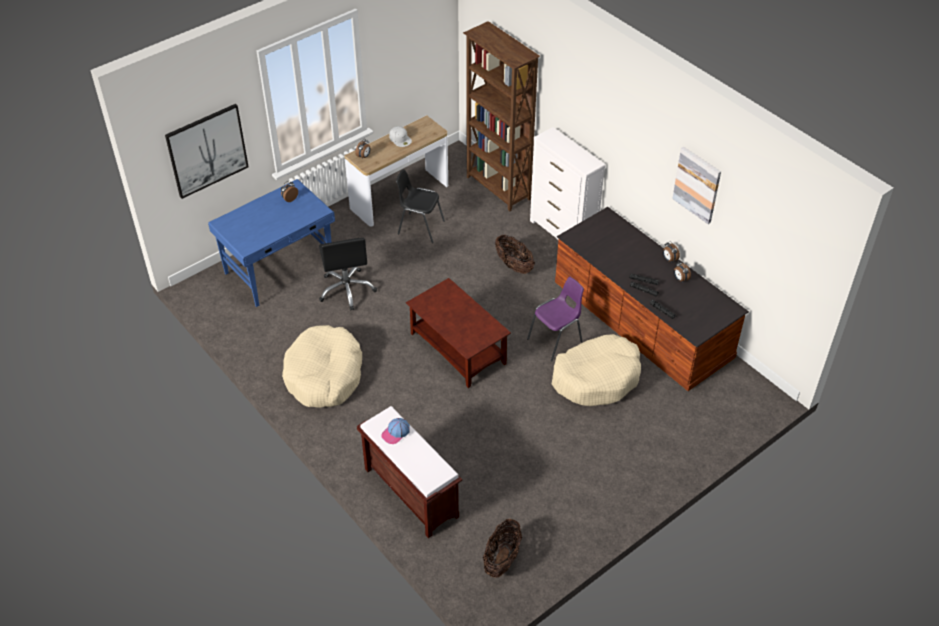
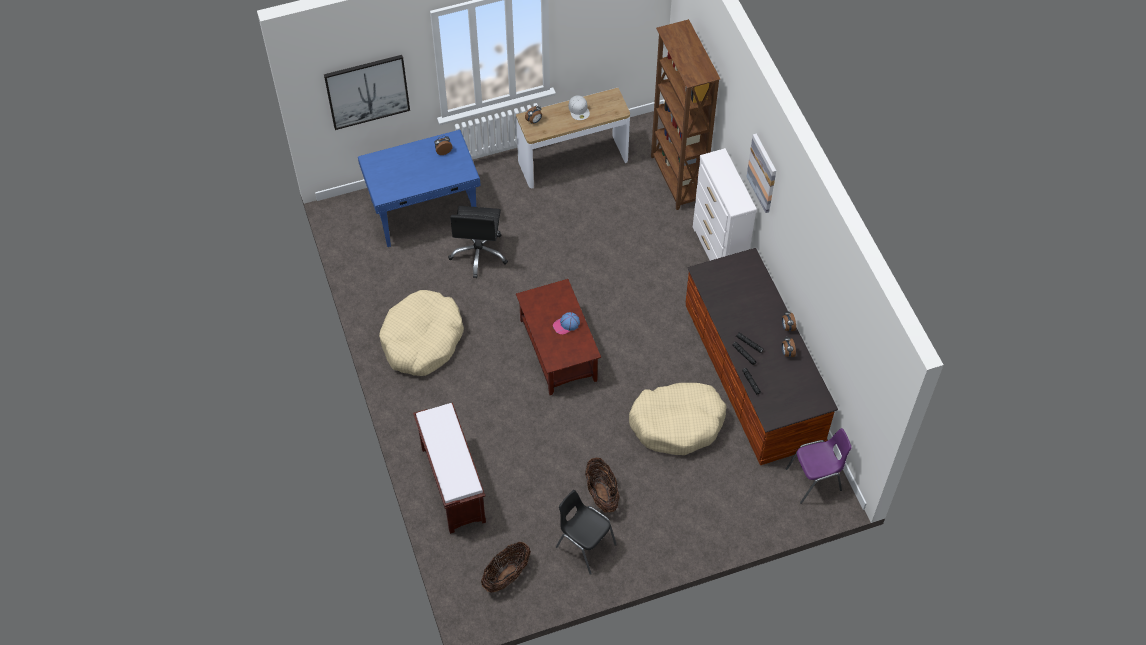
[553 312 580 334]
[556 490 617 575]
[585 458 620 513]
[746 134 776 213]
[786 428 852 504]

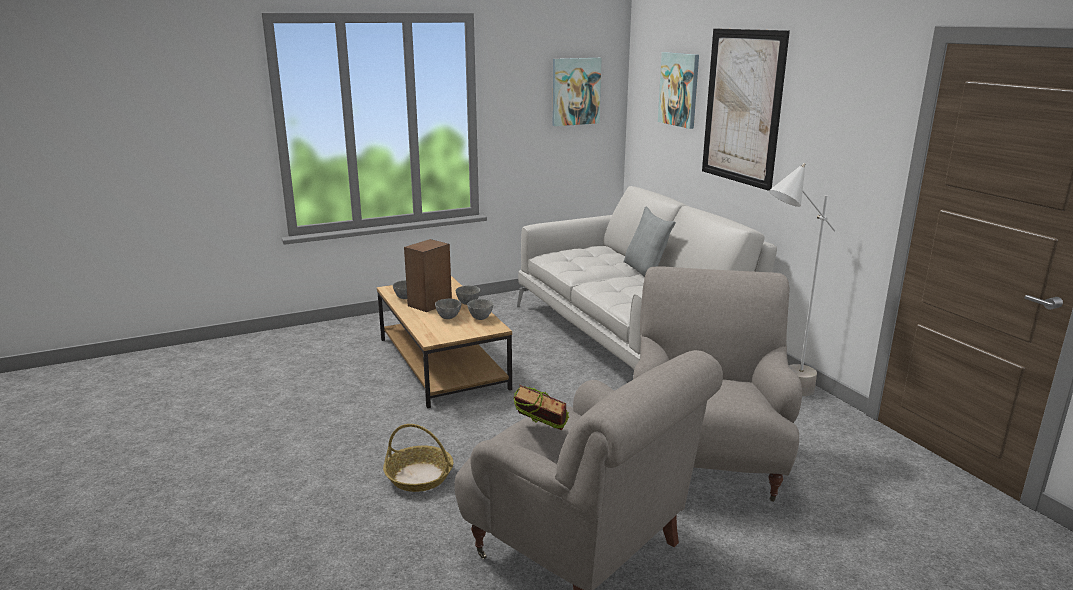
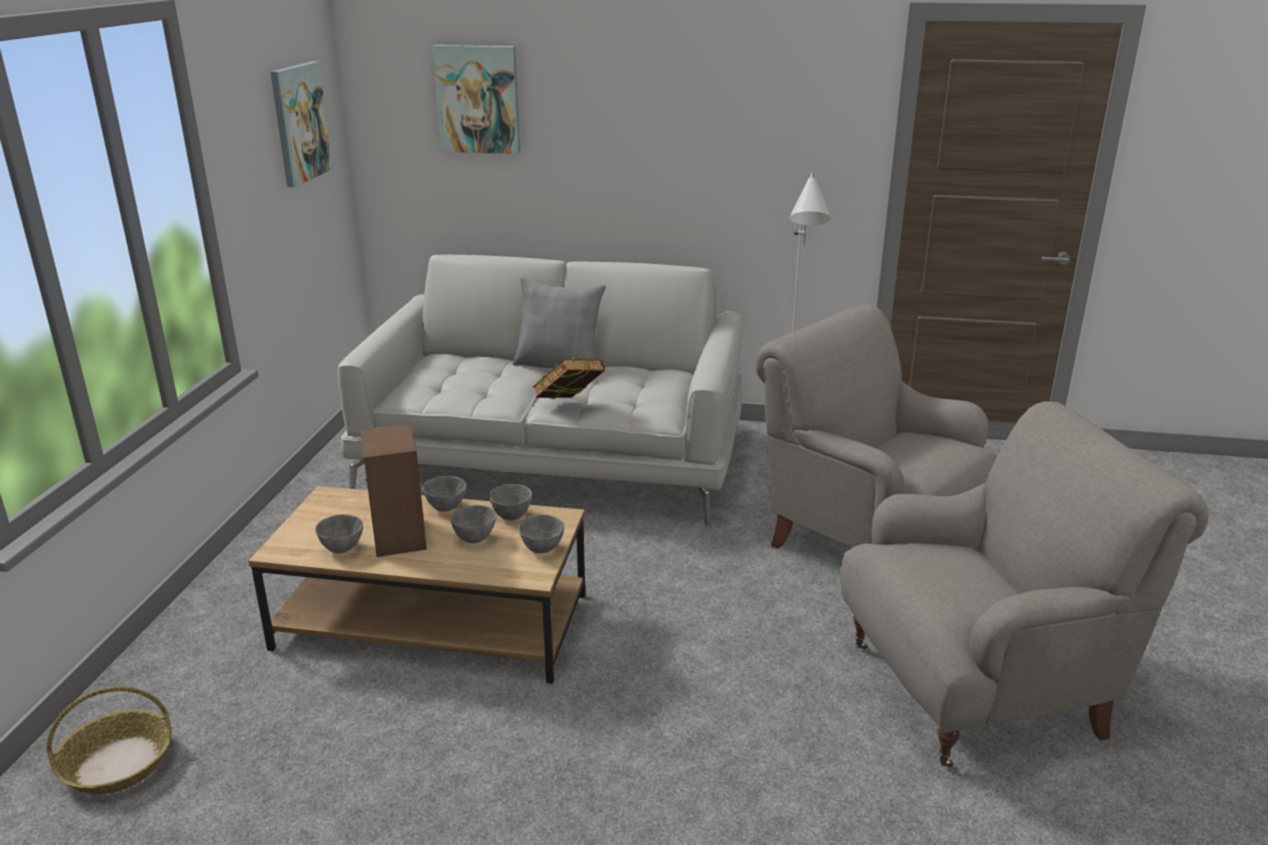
[47 686 172 794]
[519 514 564 553]
[533 357 605 399]
[702 28 790 191] (first image)

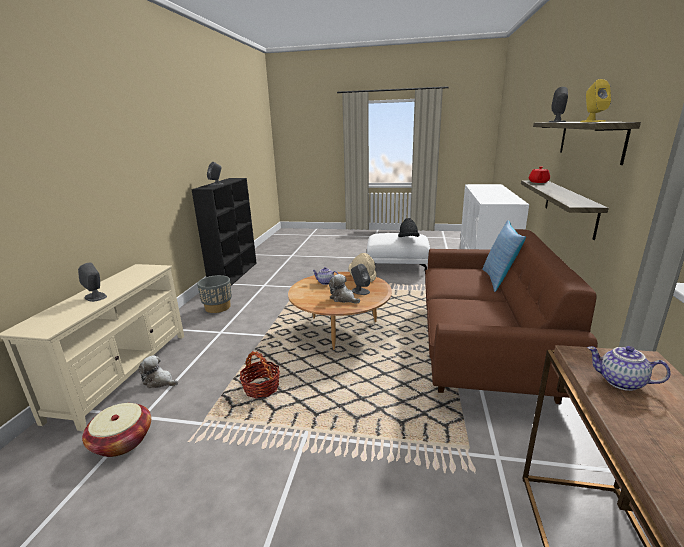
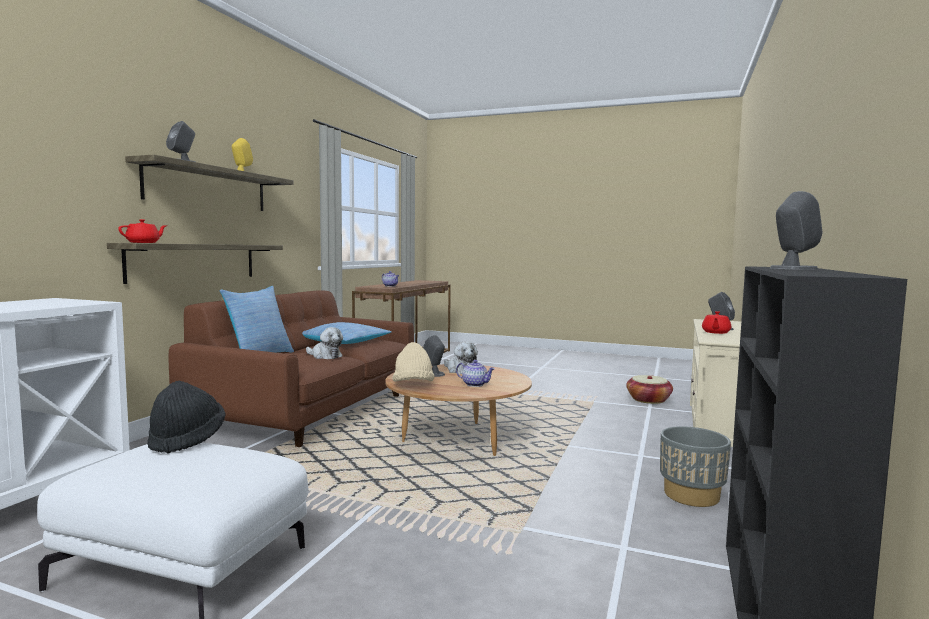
[302 322 392 344]
[306 327 343 359]
[702 311 731 334]
[240 351 280 399] (first image)

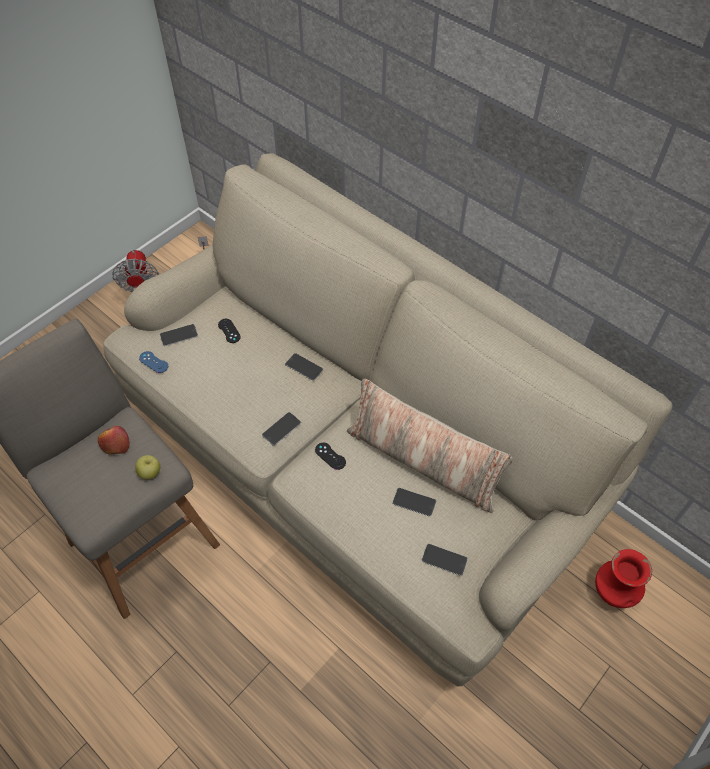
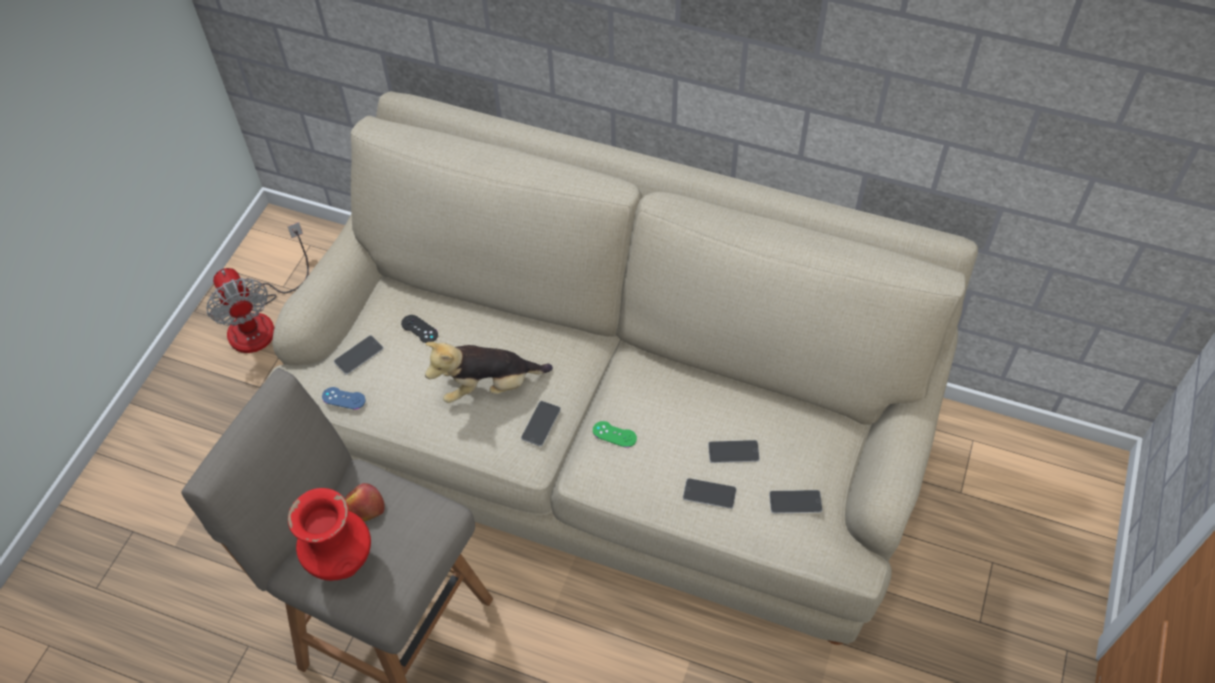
[288 488 371 581]
[425 341 553 403]
[593 421 637 448]
[683 478 736 509]
[135 455 160 480] (first image)
[347 379 513 513] (first image)

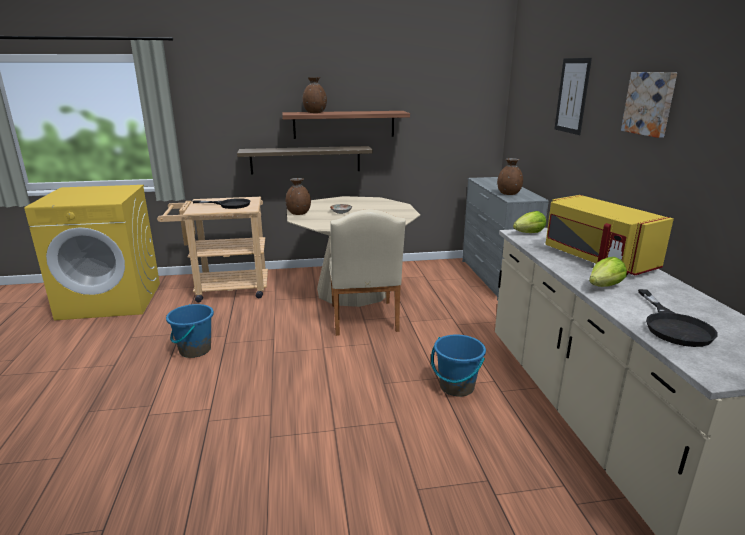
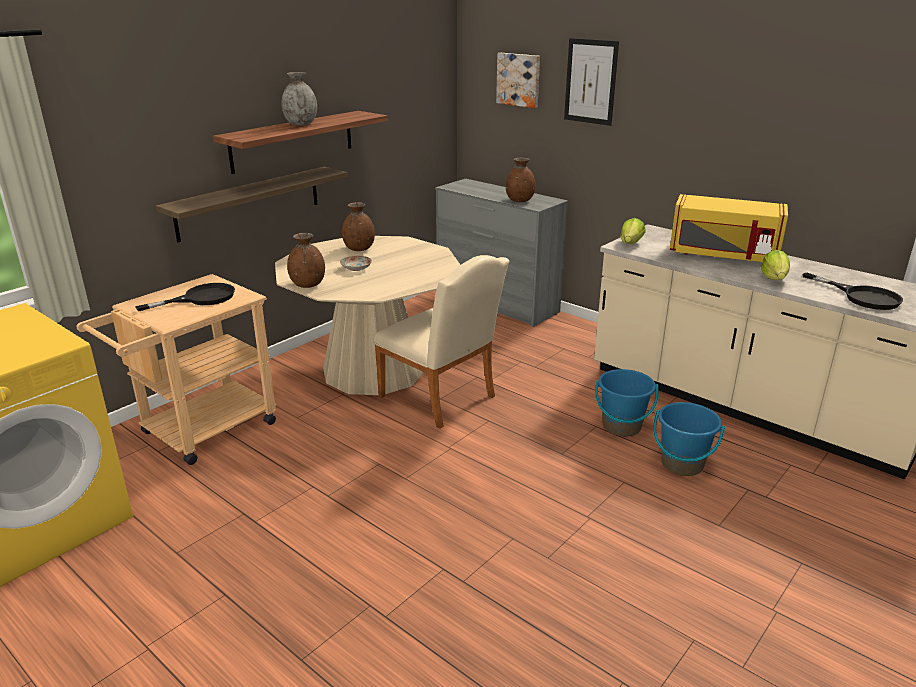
[281 72 317 125]
[342 202 375 251]
[496 53 540 108]
[653 402 725 476]

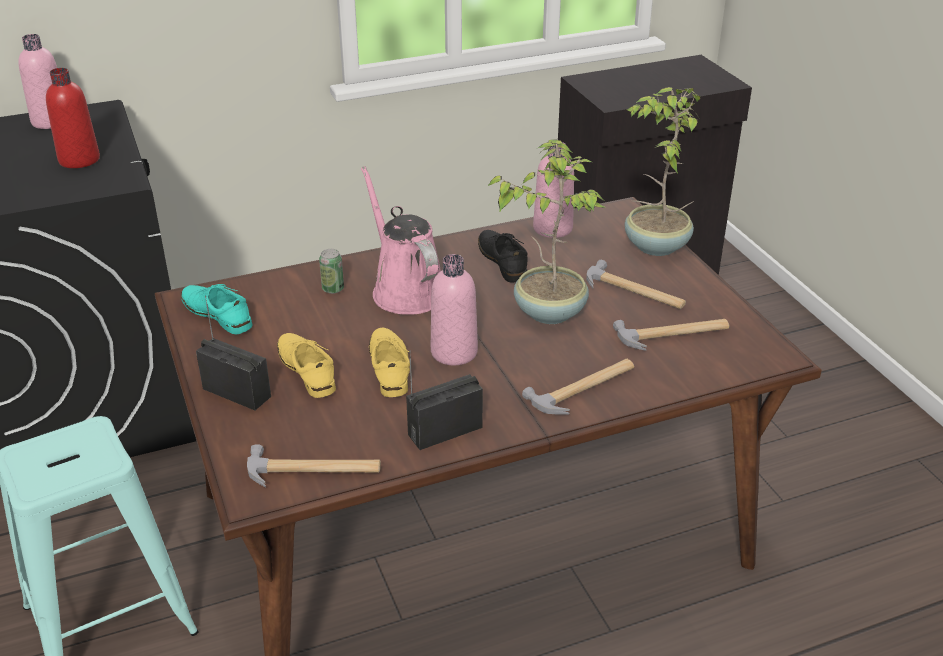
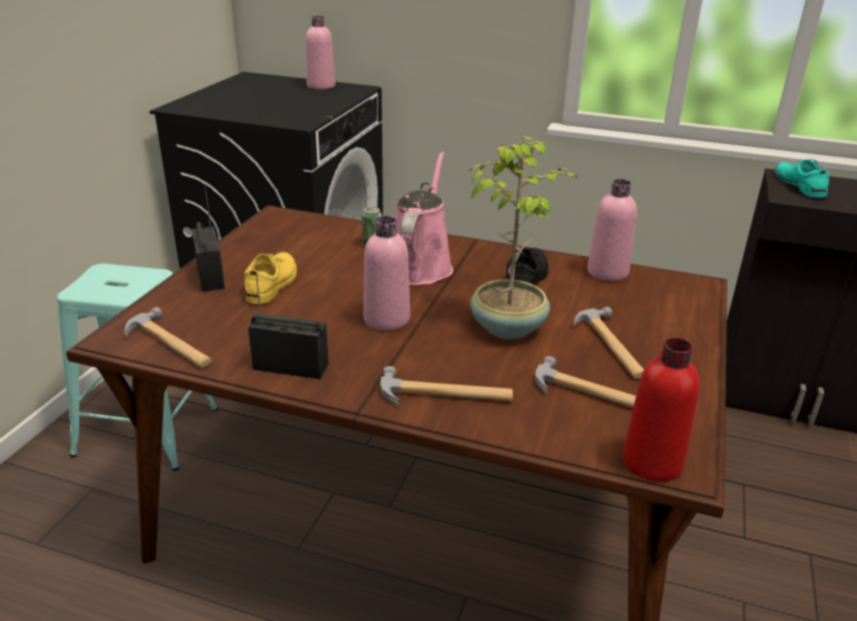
[623 338 700 482]
[775 159 830 198]
[369 328 410 397] (first image)
[624 87 700 256] (first image)

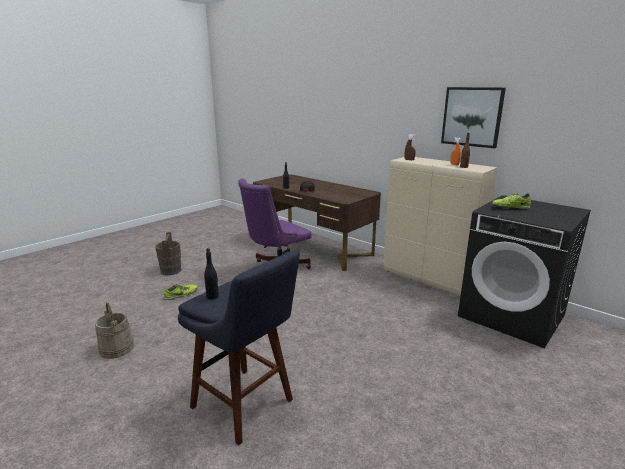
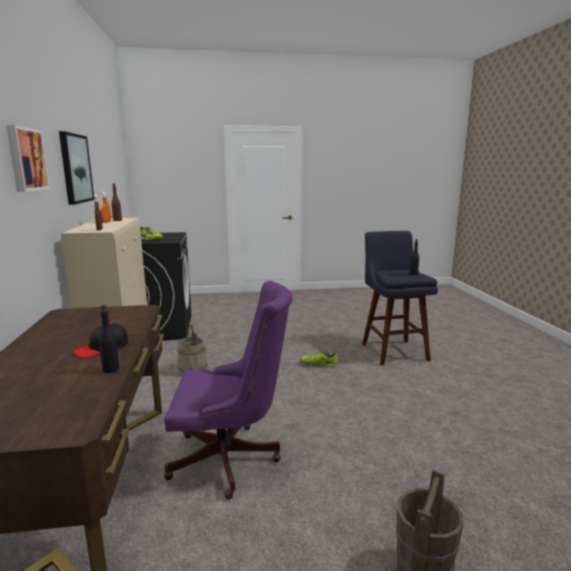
[6 125 50 192]
[177 325 208 376]
[300 351 338 367]

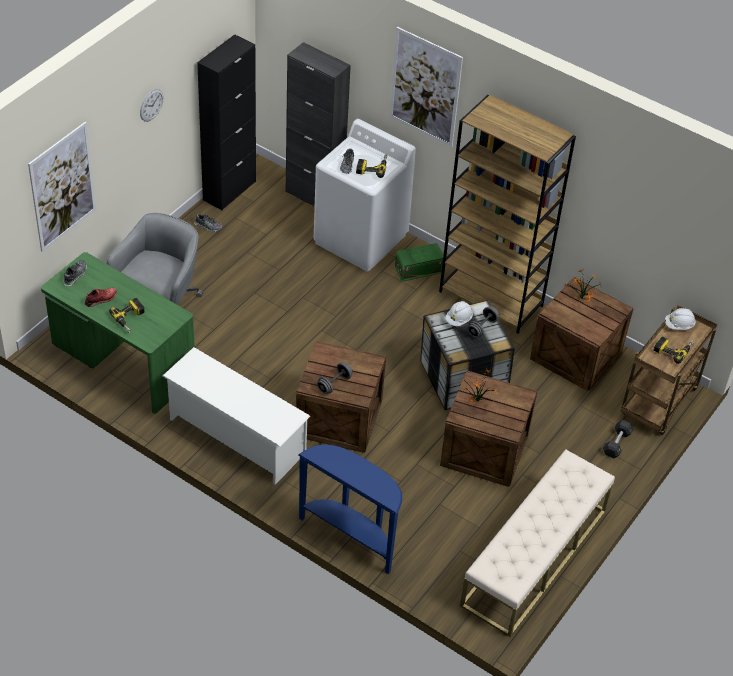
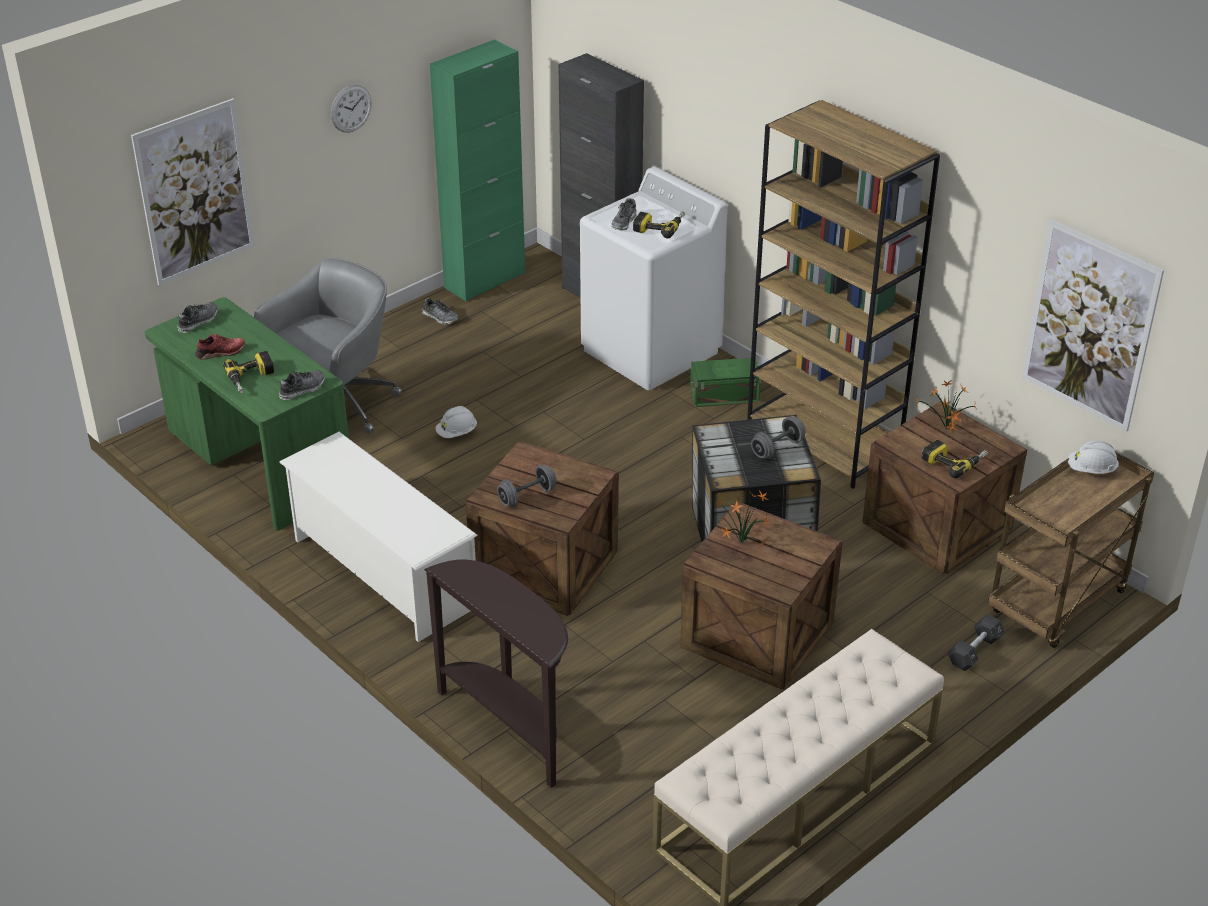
[279 370 325 400]
[424 560 568 788]
[430 40 525 301]
[435 406 477 438]
[922 440 988 478]
[1022 219 1164 432]

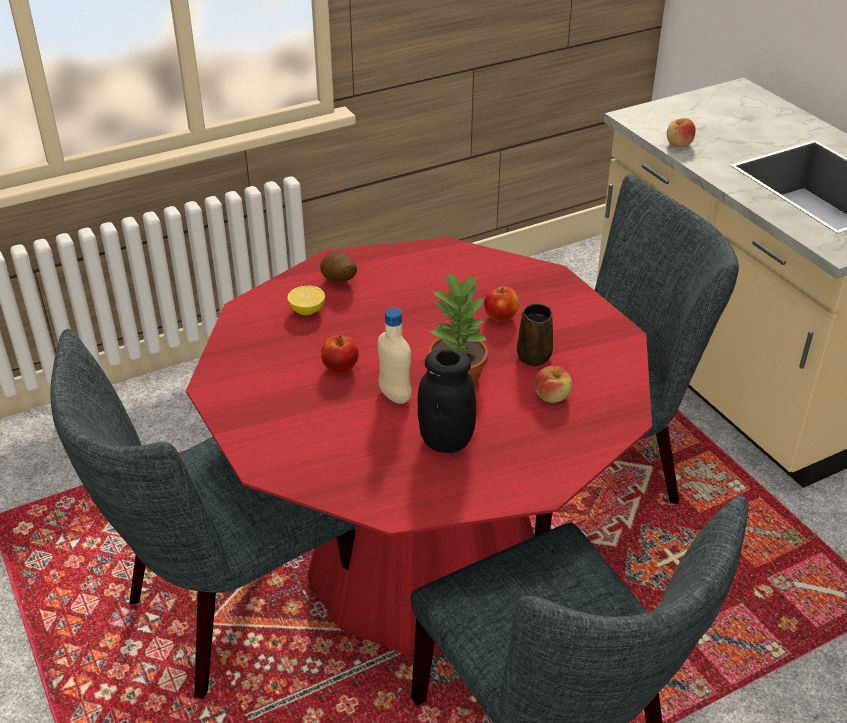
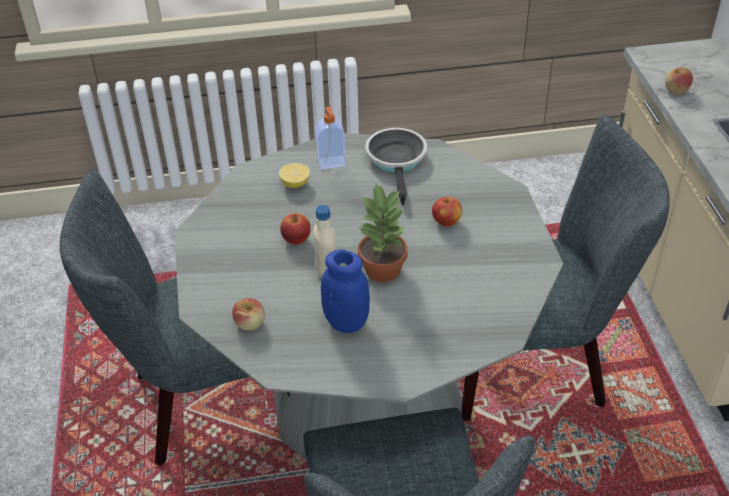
[174 133 563 462]
[232 298 265 331]
[316 107 346 169]
[321 249 370 333]
[365 128 427 205]
[517 303 553 366] (first image)

